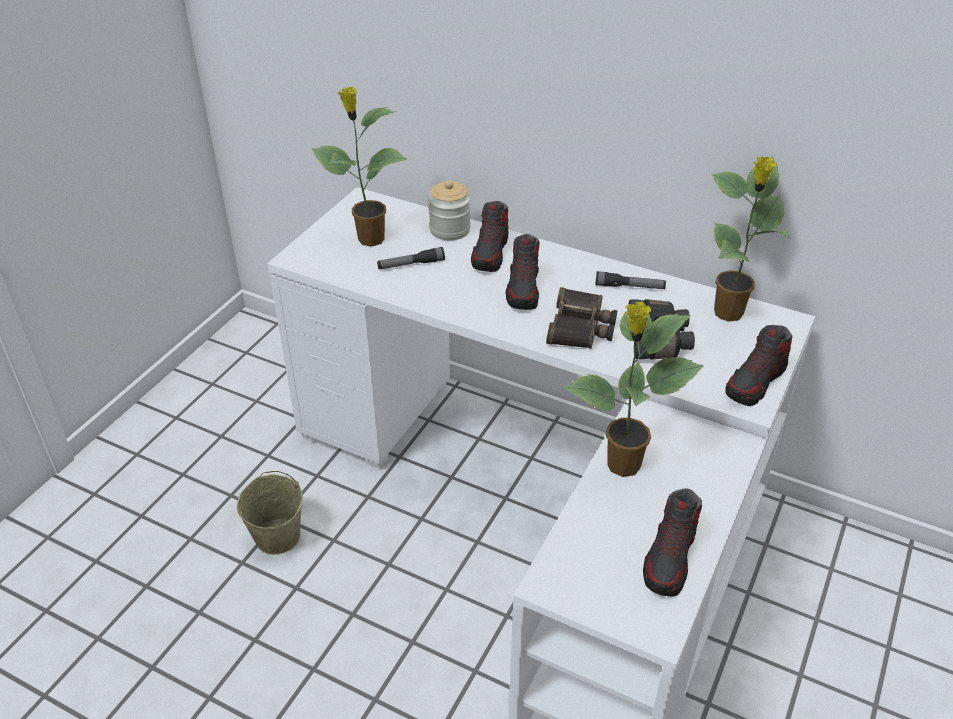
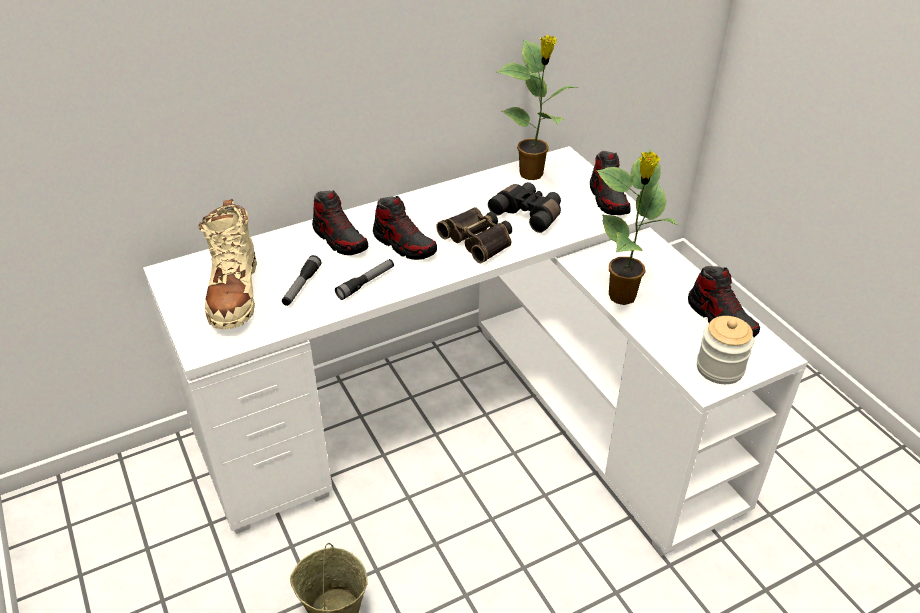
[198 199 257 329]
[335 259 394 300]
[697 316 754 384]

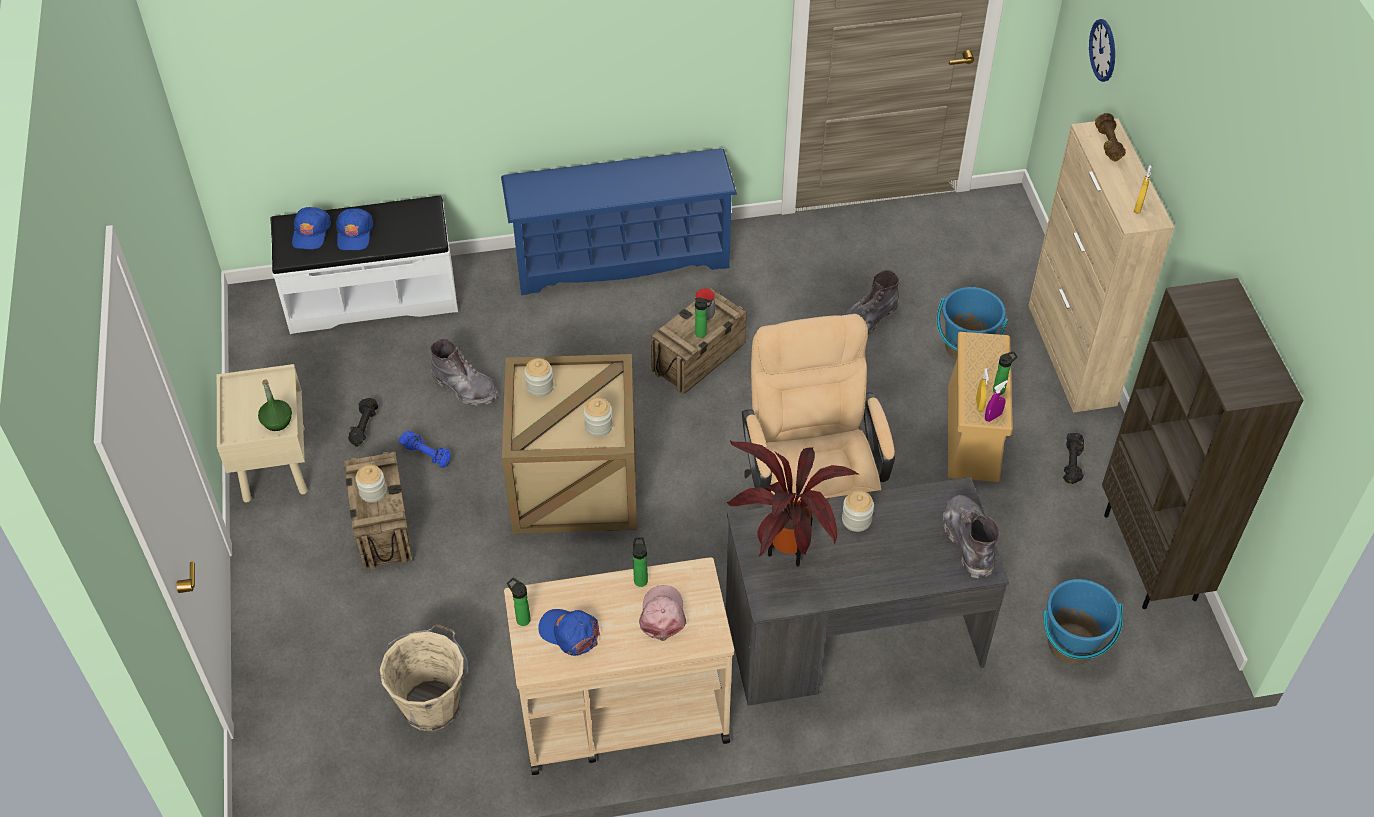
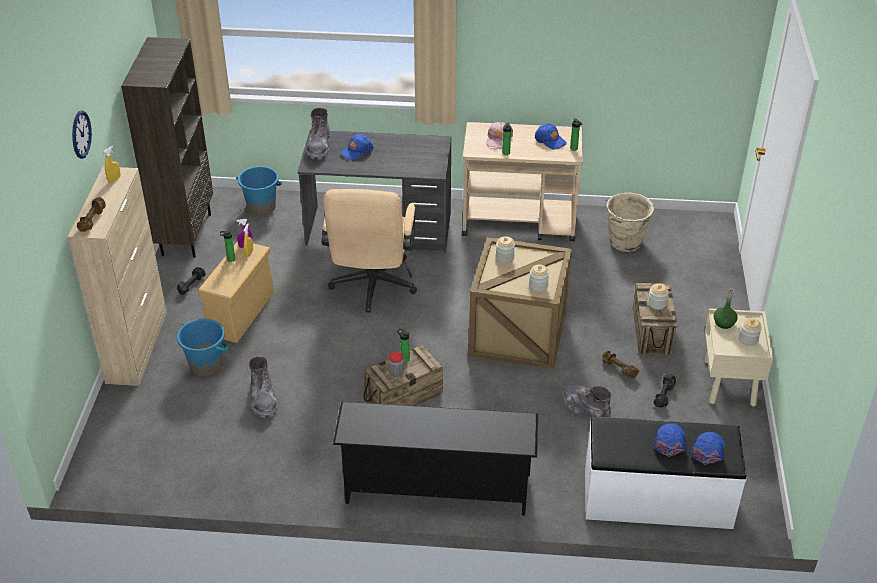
[72 111 92 159]
[249 356 278 418]
[333 402 538 515]
[340 134 374 160]
[602 351 639 378]
[739 318 762 346]
[727 441 859 567] (first image)

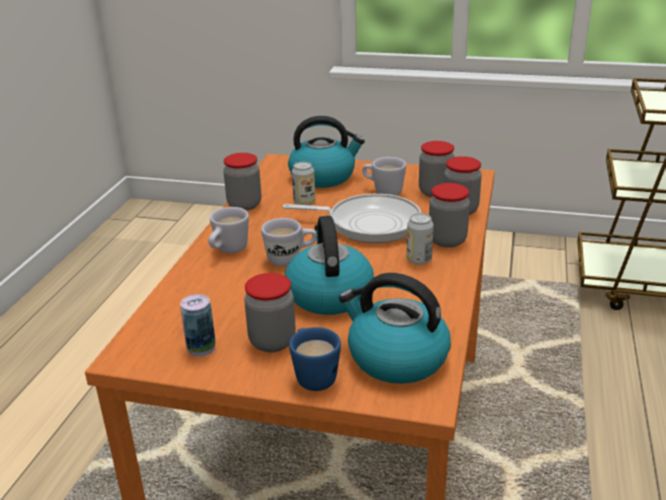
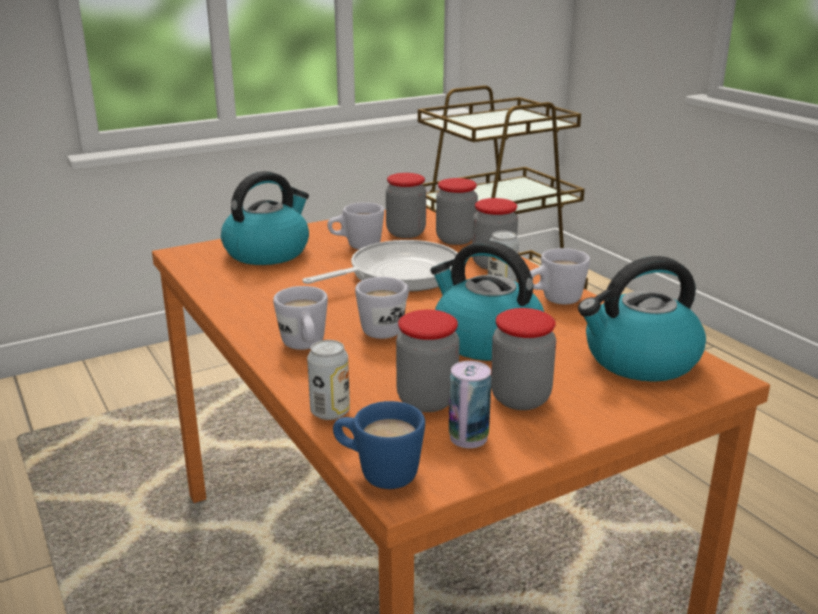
[307 340 350 420]
[333 401 425 489]
[396 310 460 412]
[530 248 590 304]

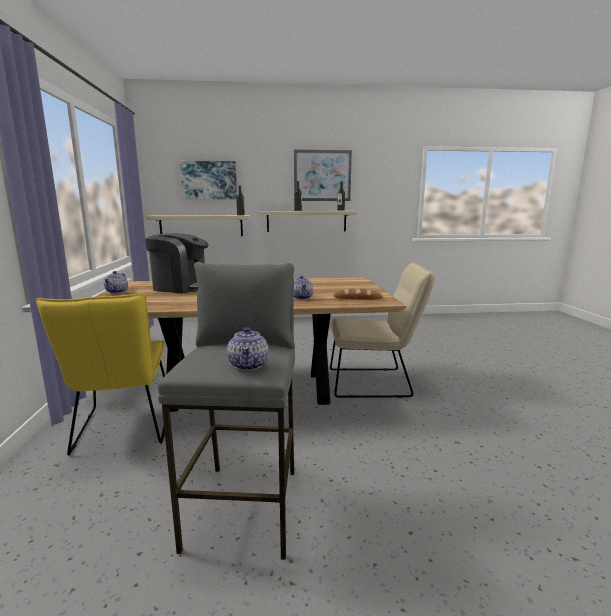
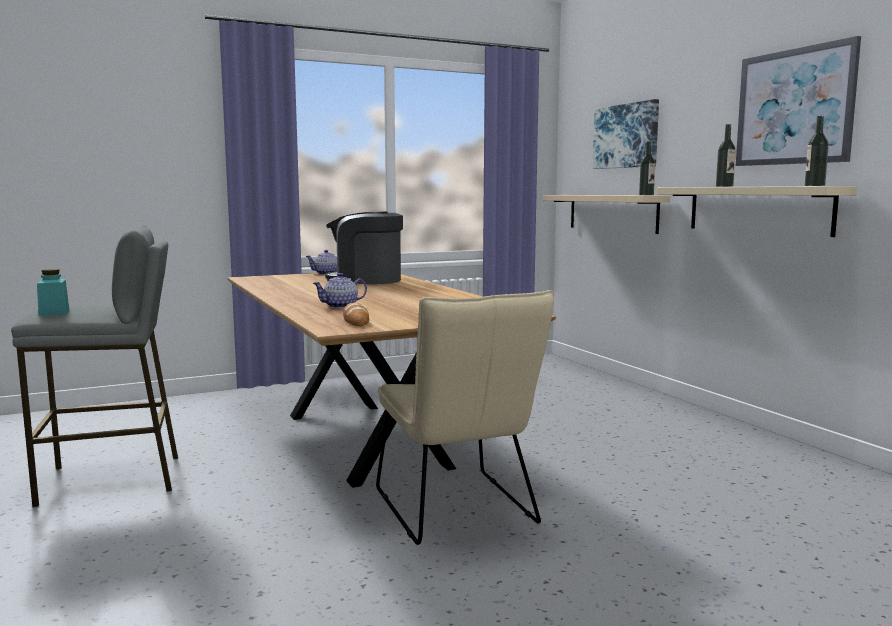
[37 269 69 316]
[325 211 403 284]
[35 293 165 455] (first image)

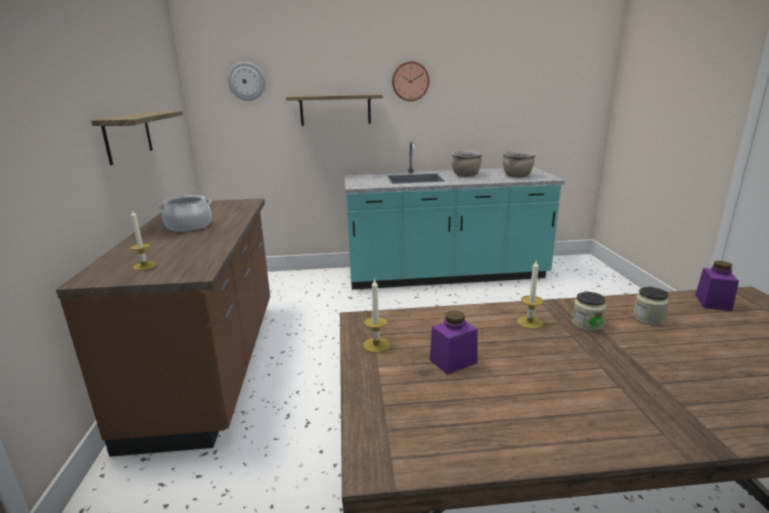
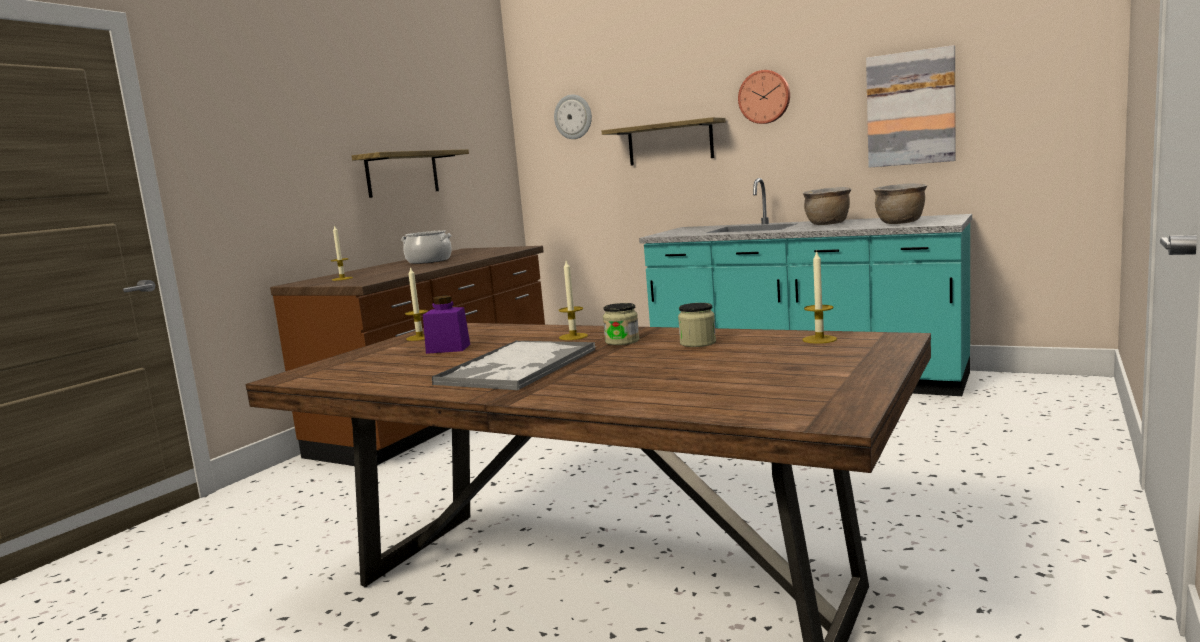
[432 340 595 390]
[803 250 837 344]
[866 45 956 168]

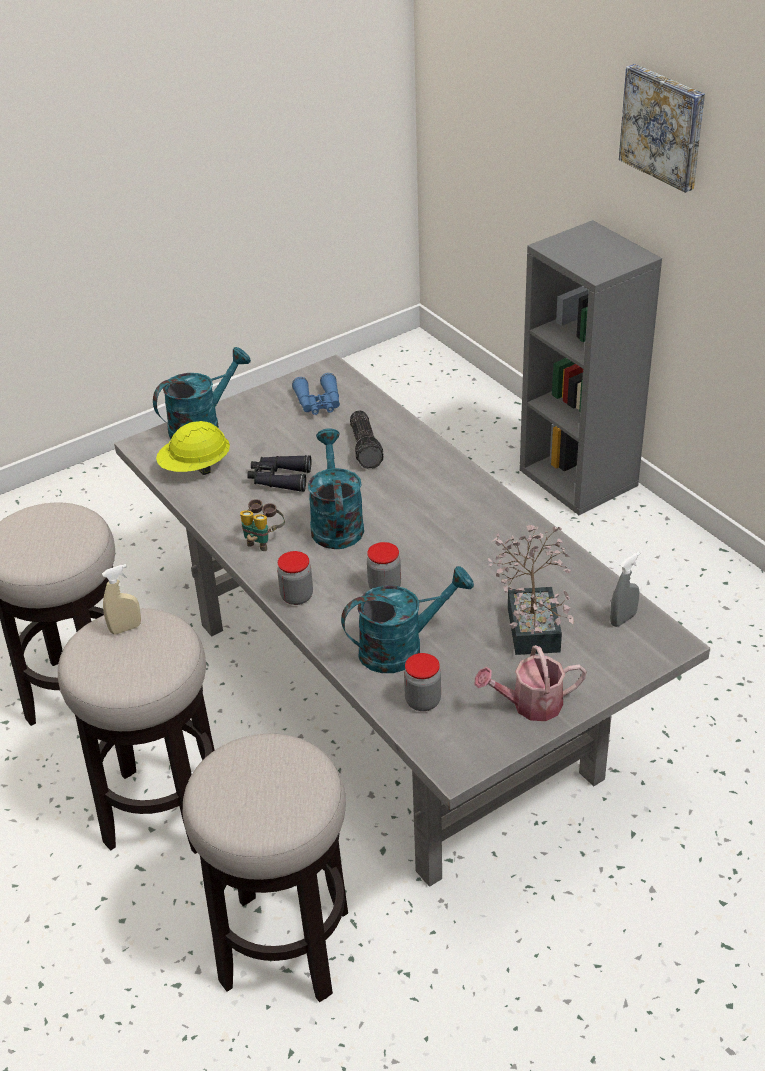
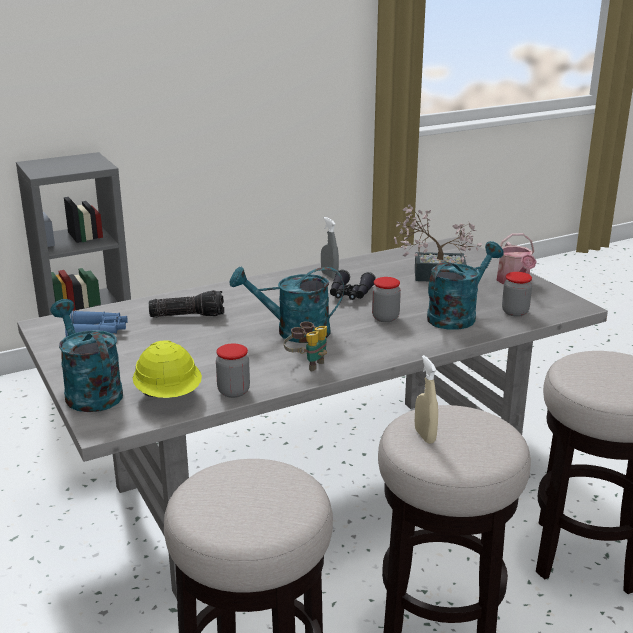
[216 343 250 398]
[321 217 339 279]
[330 270 376 300]
[427 241 504 330]
[619 64 705 193] (first image)

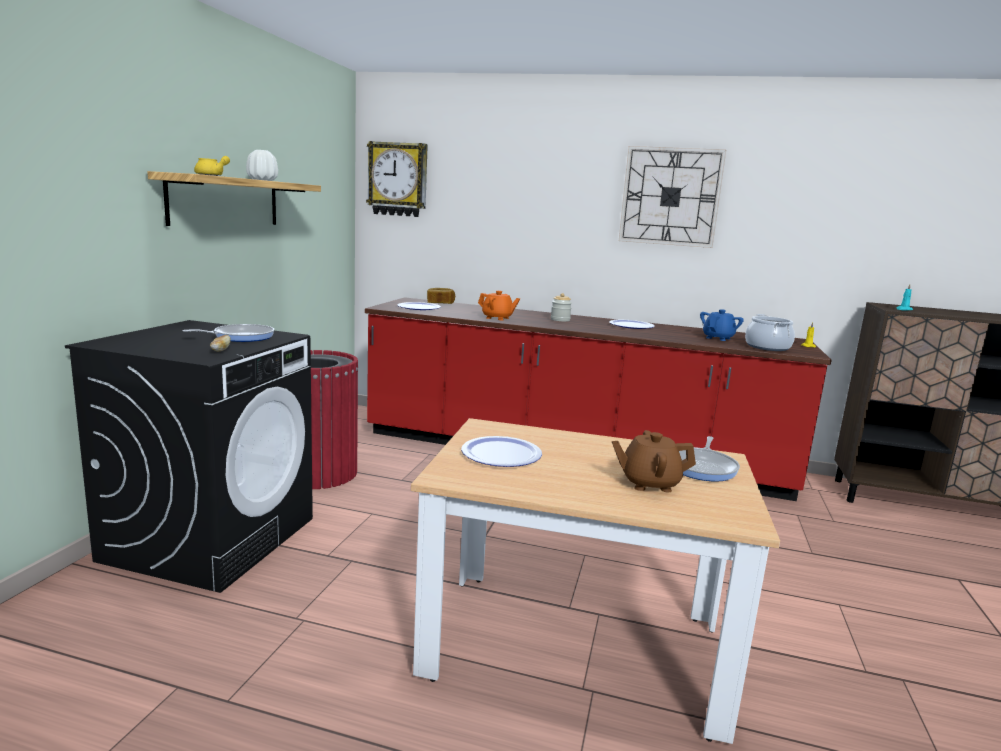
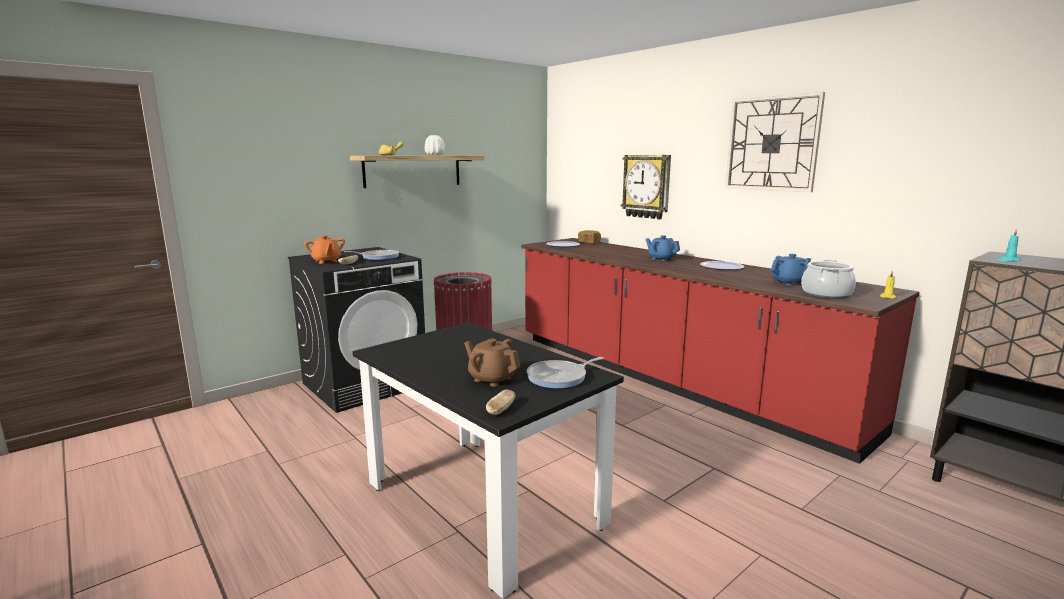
[304 235 345 264]
[352 322 624 599]
[486 389 515 415]
[621 155 671 219]
[646 235 680 261]
[461 436 542 467] (first image)

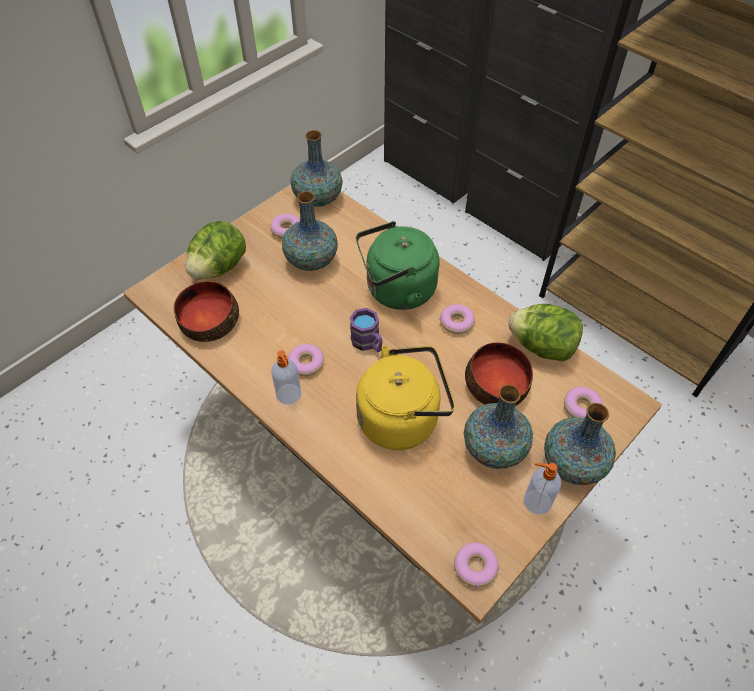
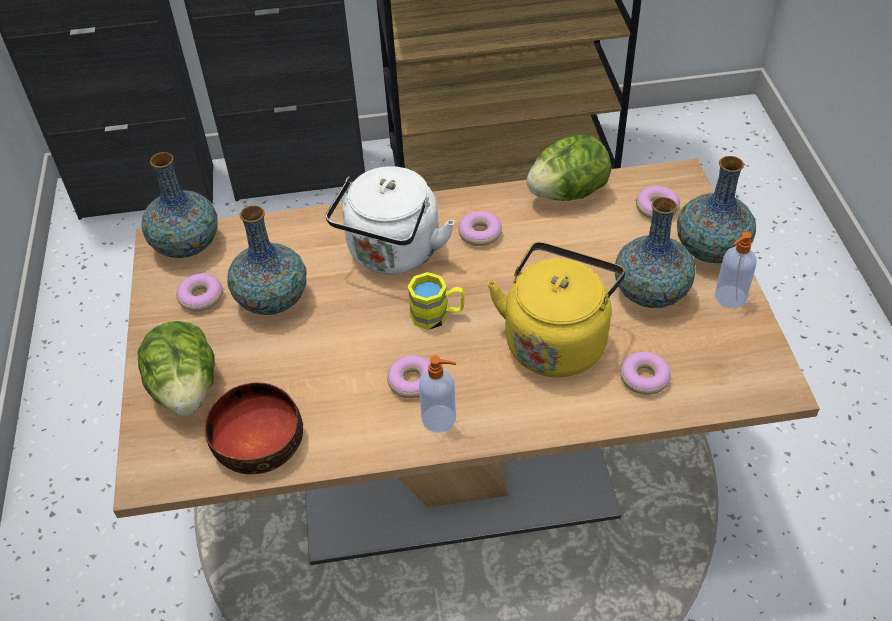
[326 166 455 274]
[407 272 465 330]
[620 351 671 395]
[465 342 533 406] (first image)

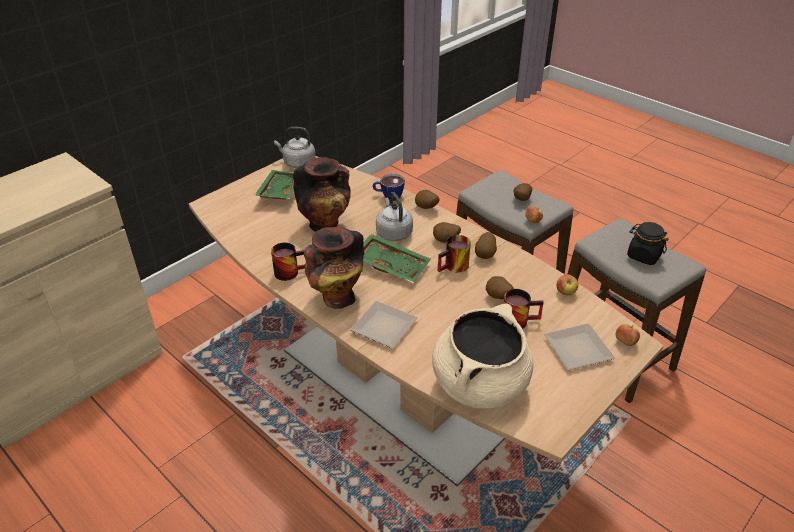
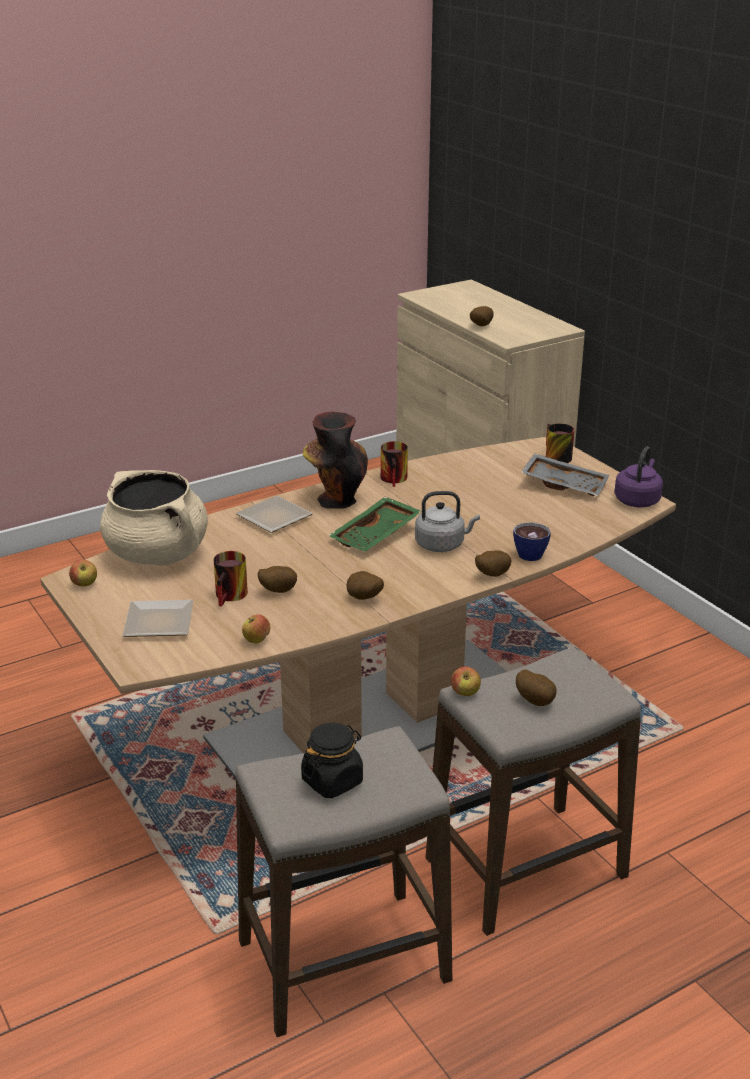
[69 560 97 586]
[470 306 494 326]
[521 453 610 496]
[546 424 574 463]
[614 447 663 507]
[293 157 351 232] (first image)

